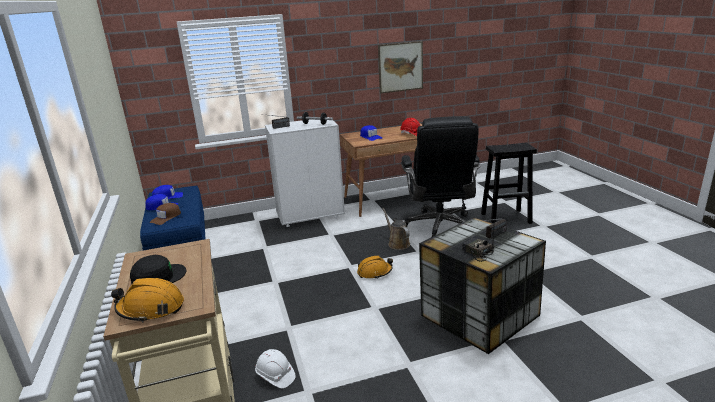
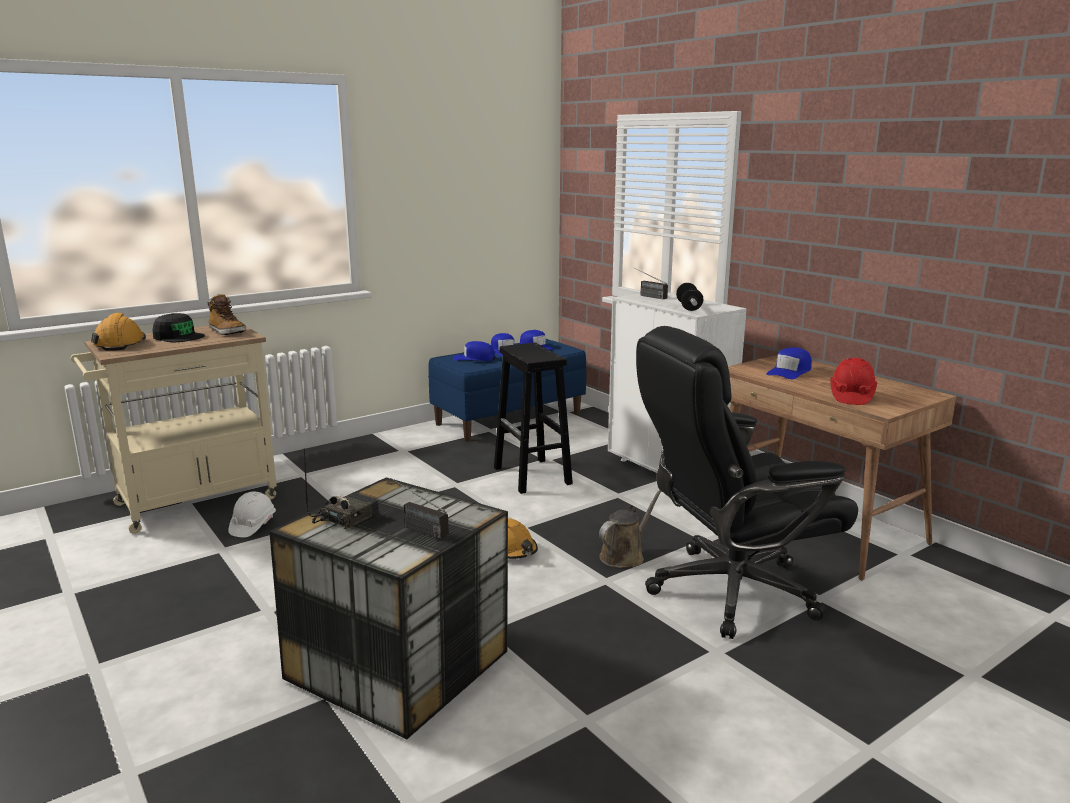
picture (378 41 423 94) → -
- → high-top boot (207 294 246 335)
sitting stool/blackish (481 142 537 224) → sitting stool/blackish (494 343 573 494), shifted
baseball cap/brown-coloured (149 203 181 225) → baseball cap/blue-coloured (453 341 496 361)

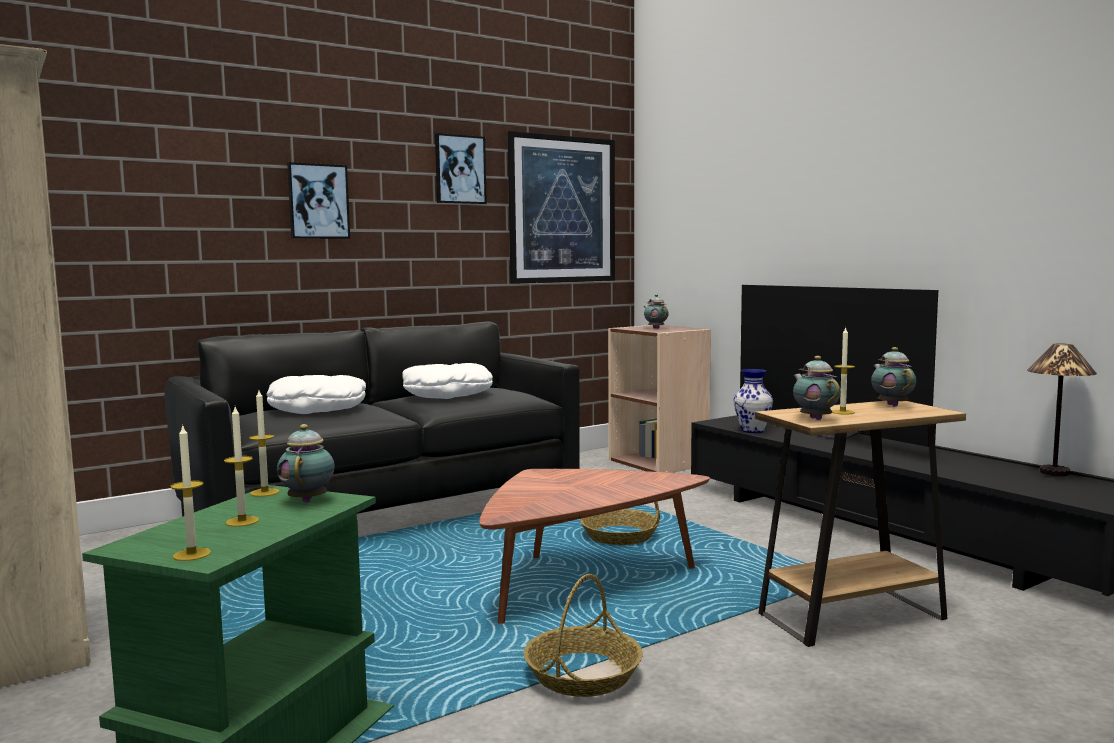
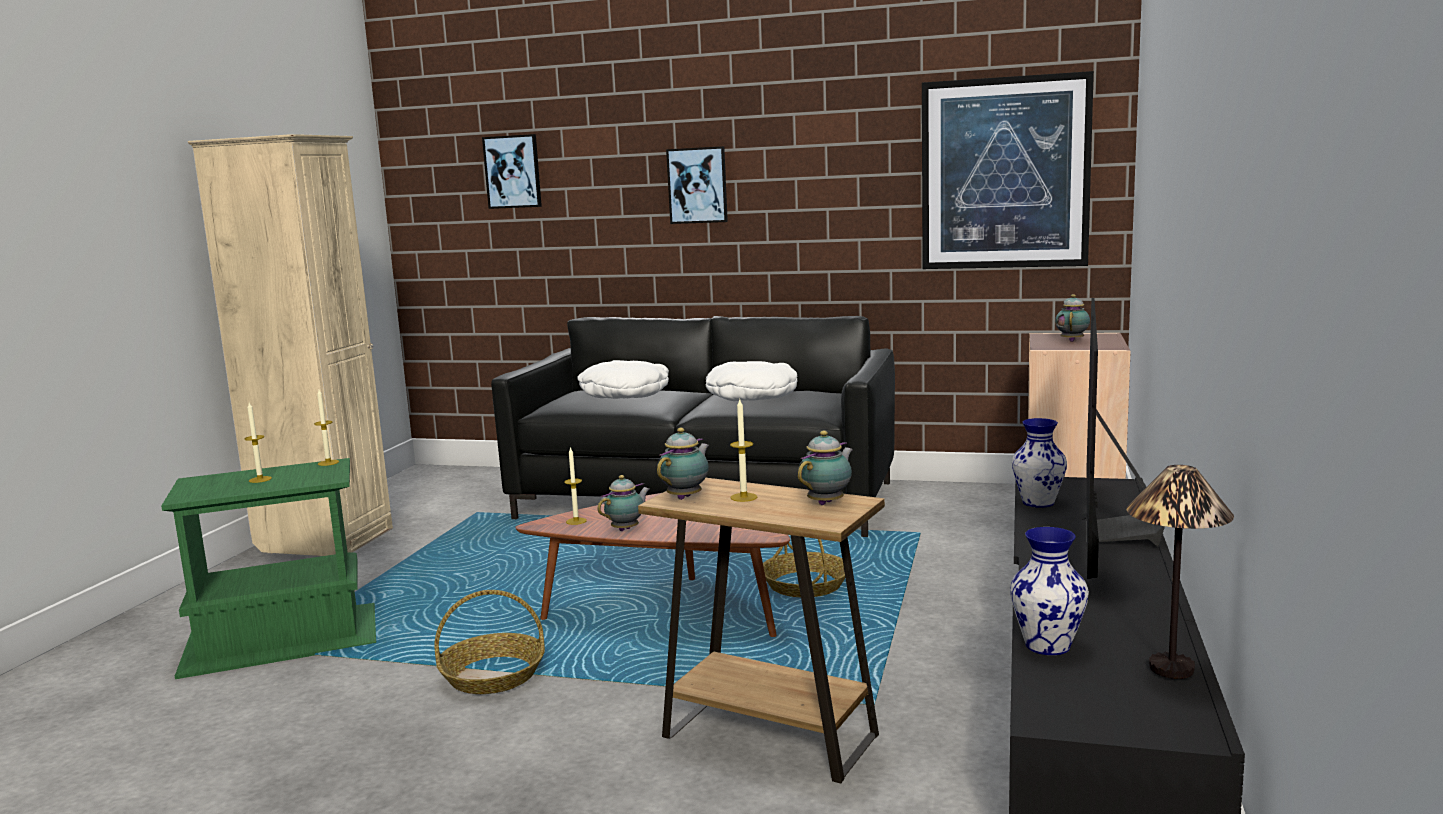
- → decorative vase (1010 527 1089 655)
candle (170 424 211 561) → candle (564 447 587 525), shifted
tea pot (277 424 335 503) → tea pot (598 475 650 531), shifted
picture (435 133 487 204) → picture (482 134 542 209), shifted

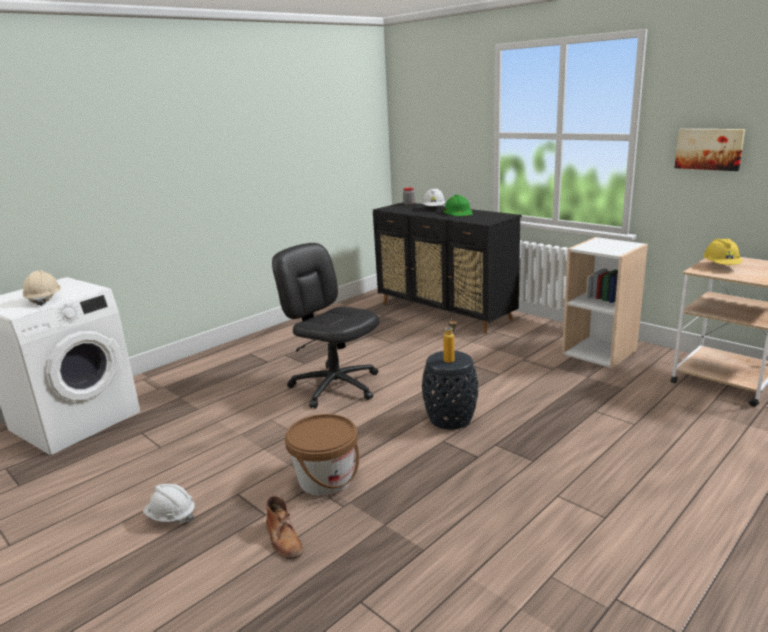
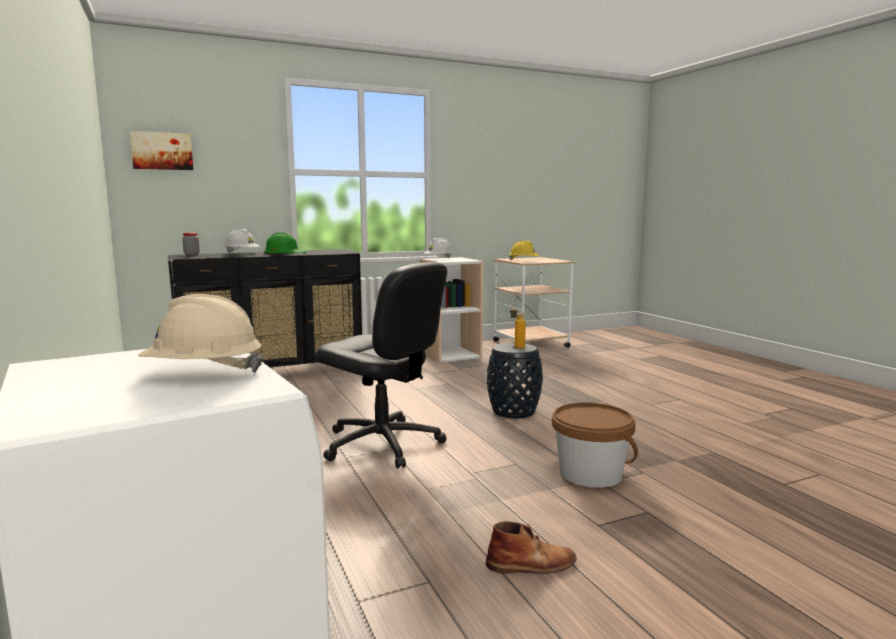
hard hat/white (143 484 195 523) → hard hat/white (424 238 452 258), shifted
high-top boot/brown-coloured (266 496 303 559) → high-top boot/brown-coloured (486 521 577 574), shifted
picture (675 129 745 171) → picture (130 131 193 170), shifted
desk chair/blackish (272 243 380 409) → desk chair/blackish (315 262 447 468), 120 degrees counterclockwise

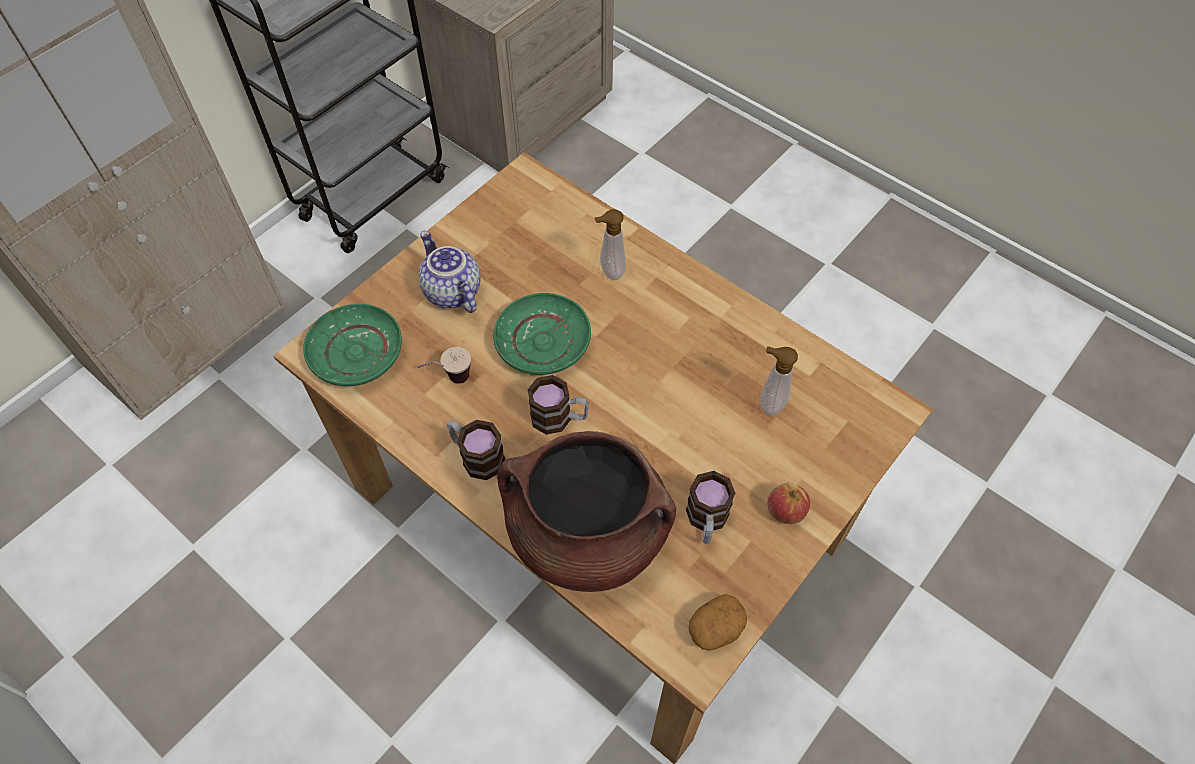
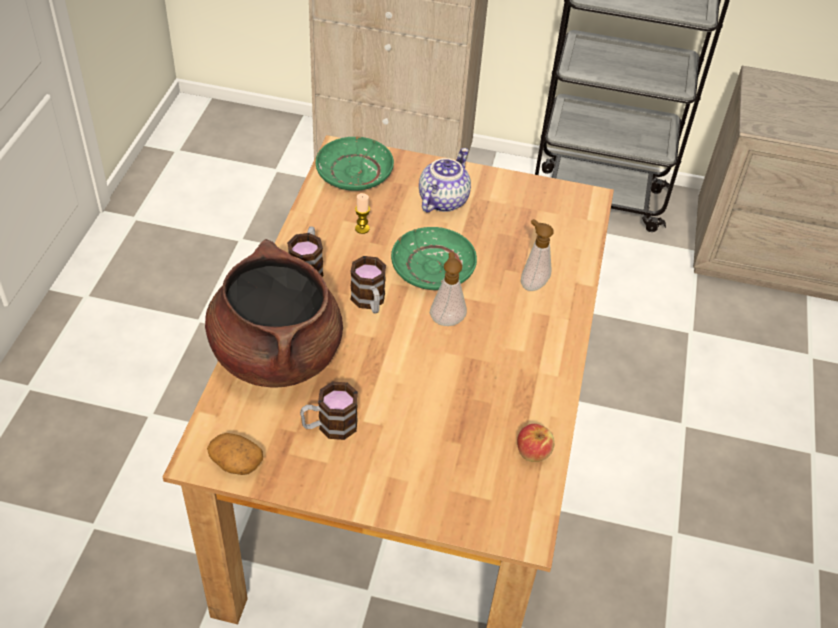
soap dispenser (760 346 798 416) → soap dispenser (430 252 467 326), shifted
apple (767 483 810 524) → apple (517 424 554 462), shifted
small cup (417 347 471 384) → candle (355 193 370 234)

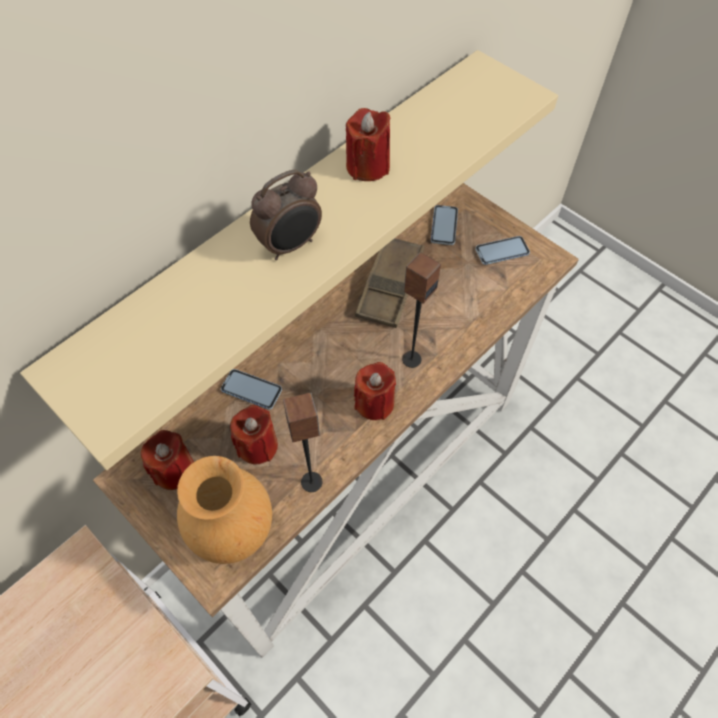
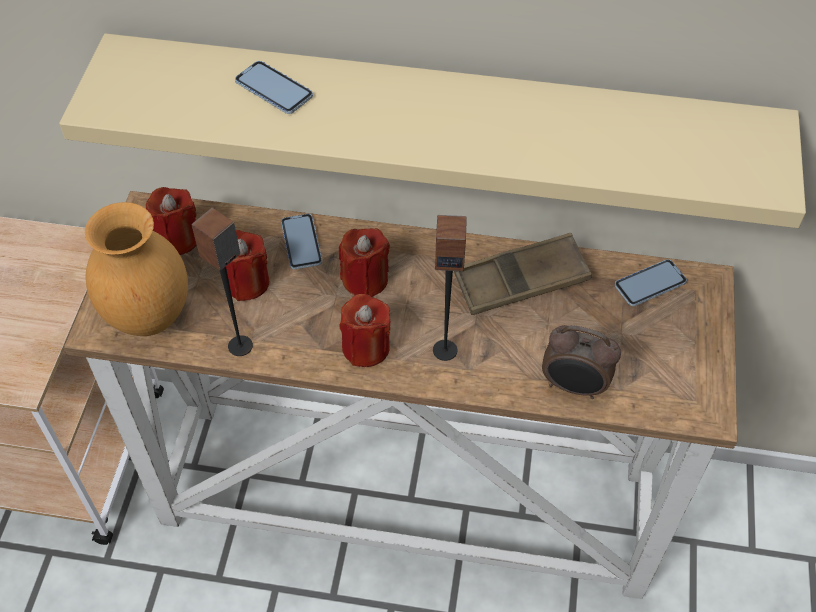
bedside clock (250 169 322 260) → bedside clock (542 325 621 399), shifted
candle/red (346 108 390 181) → candle/red (339 228 390 297), shifted
telephone (475 236 530 265) → telephone (235 61 313 114), shifted

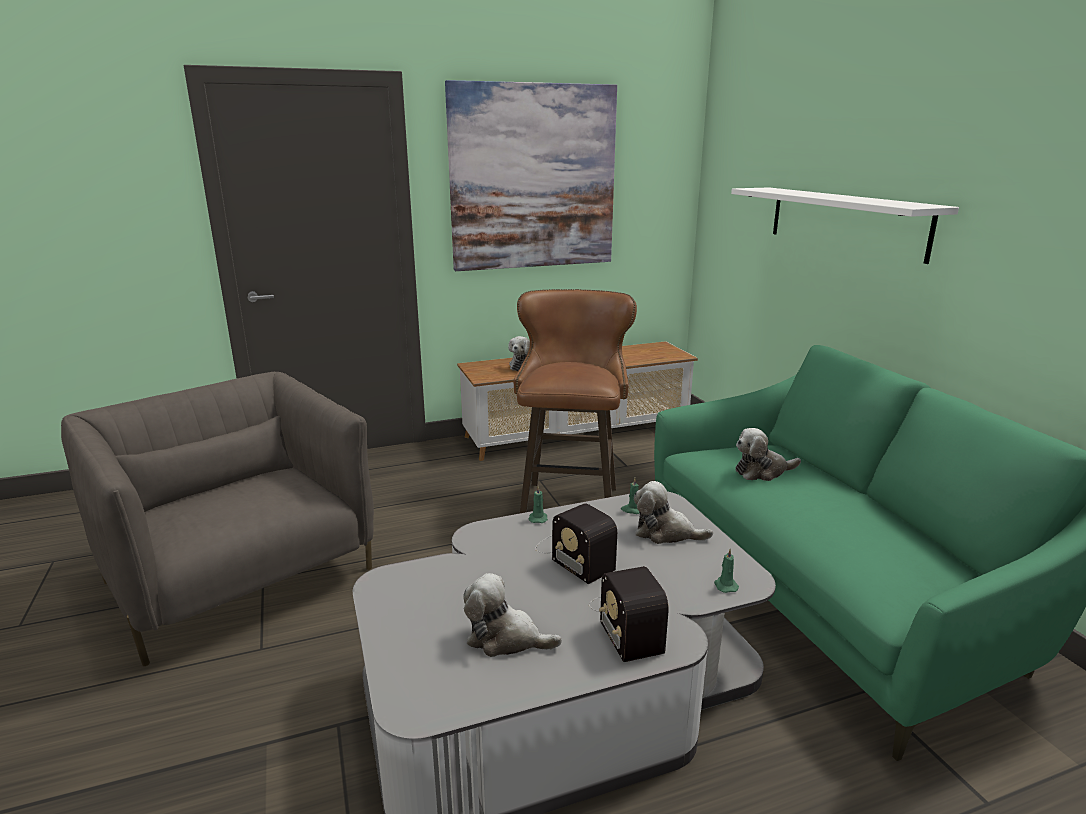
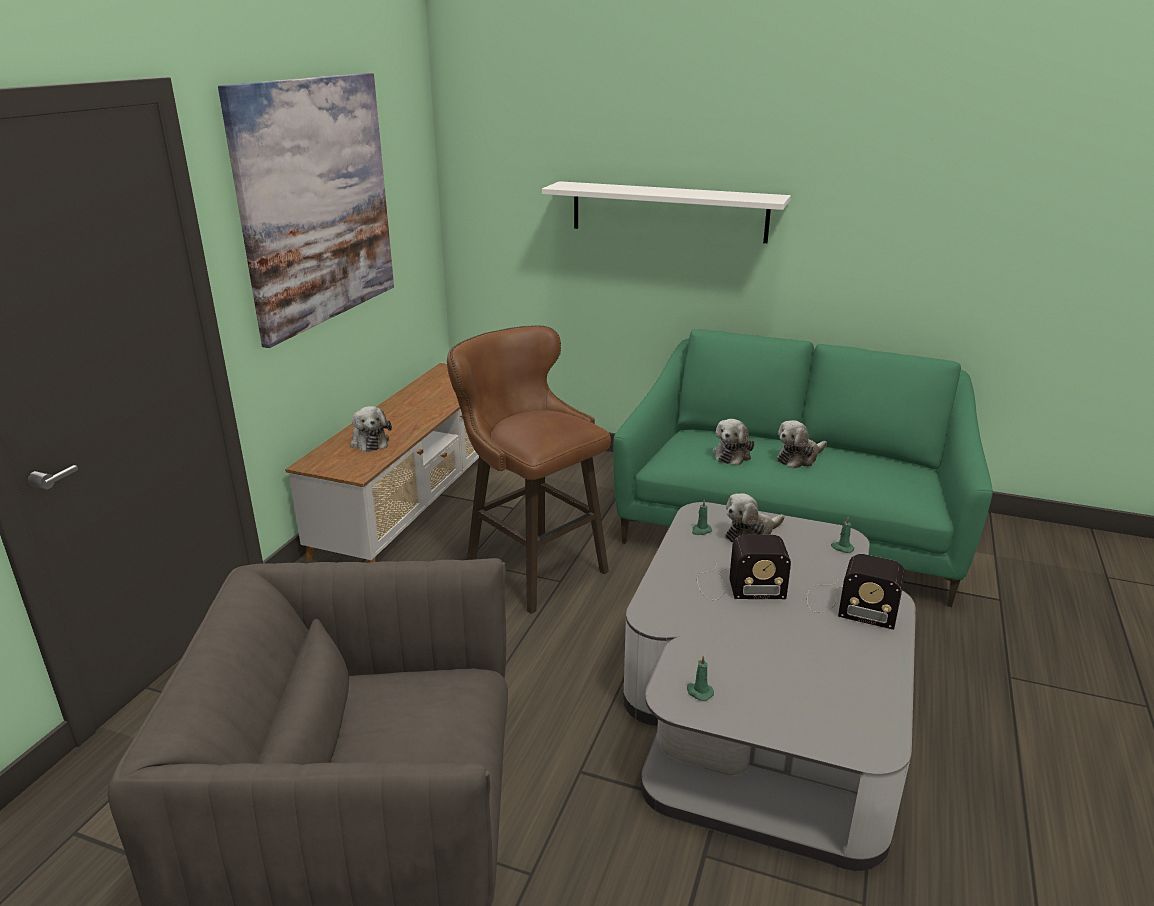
cuddly toy (463 573 562 657) → cuddly toy (777 420 827 469), shifted
candle/greenish (529 486 548 523) → candle/greenish (687 655 714 701), shifted

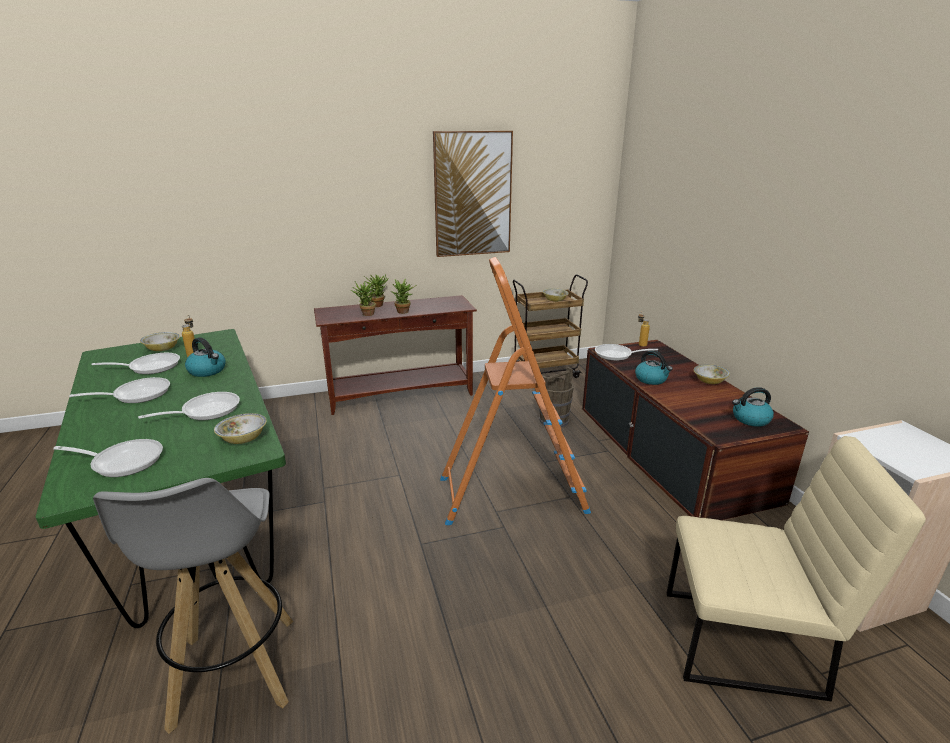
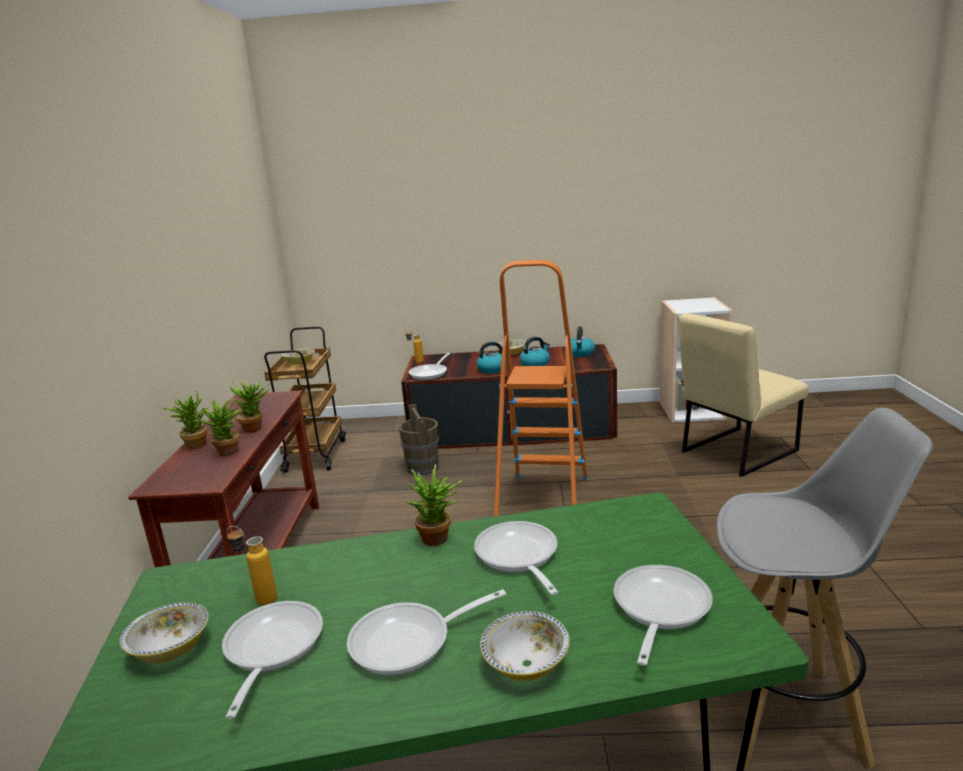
picture (433 131 513 257) → -
- → plant in a pot (405 464 463 546)
kettle (185 337 226 377) → kettle (520 337 550 366), shifted
bowl (214 413 267 444) → bowl (480 611 570 681), shifted
frying pan (69 377 170 403) → frying pan (347 589 506 675), 105 degrees counterclockwise
chair/beige (667 436 926 701) → chair/beige (678 313 809 477), 150 degrees counterclockwise

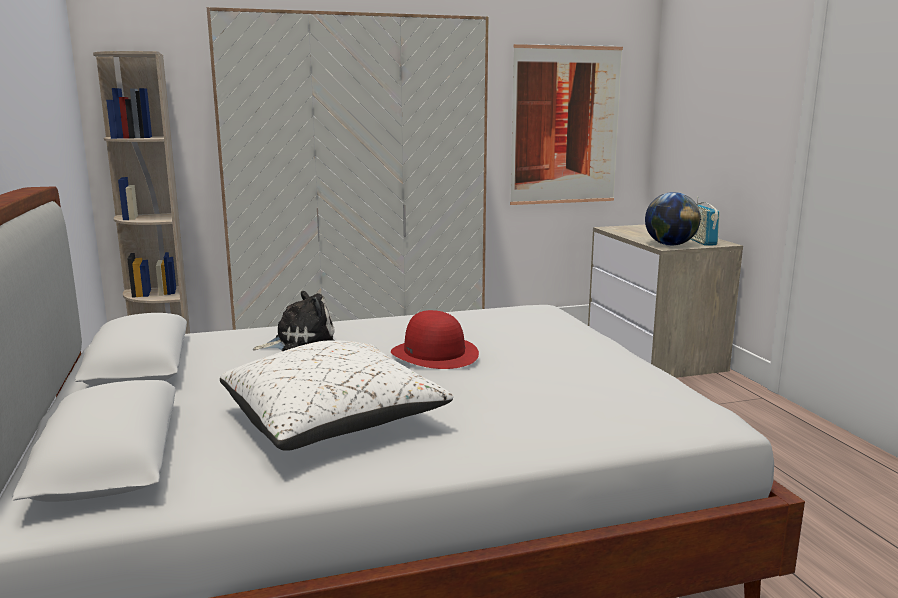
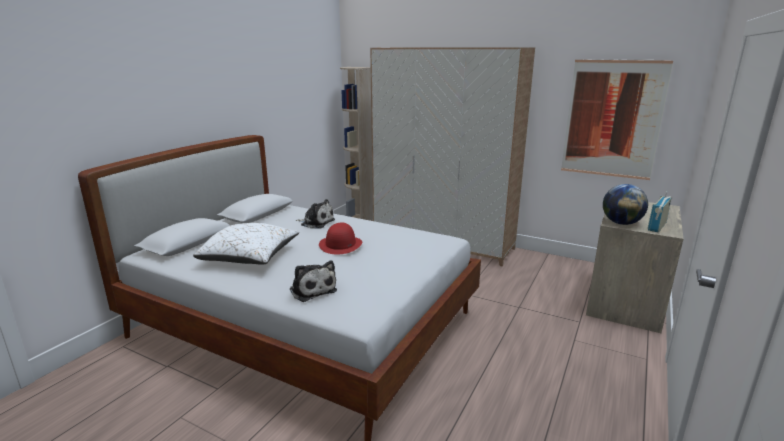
- → cuddly toy (289 260 337 302)

